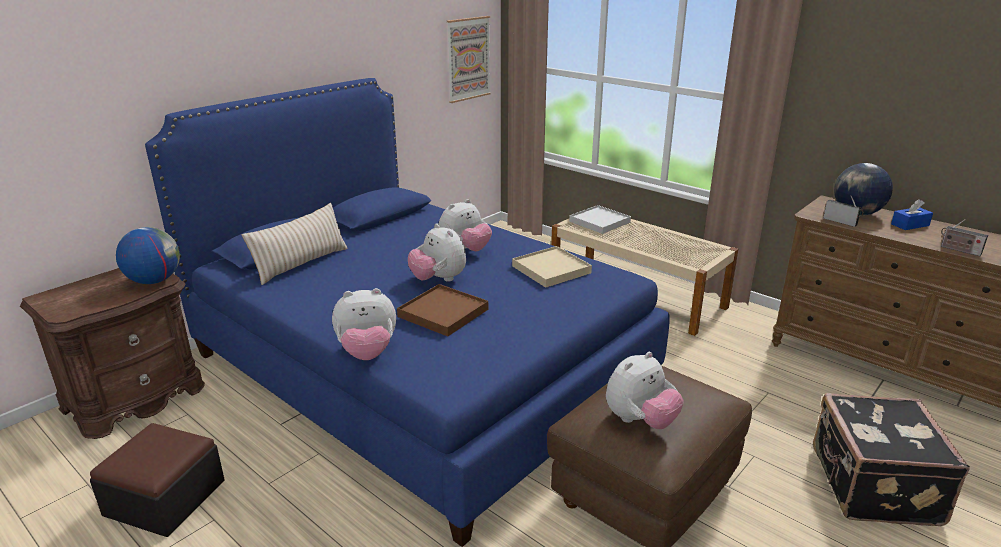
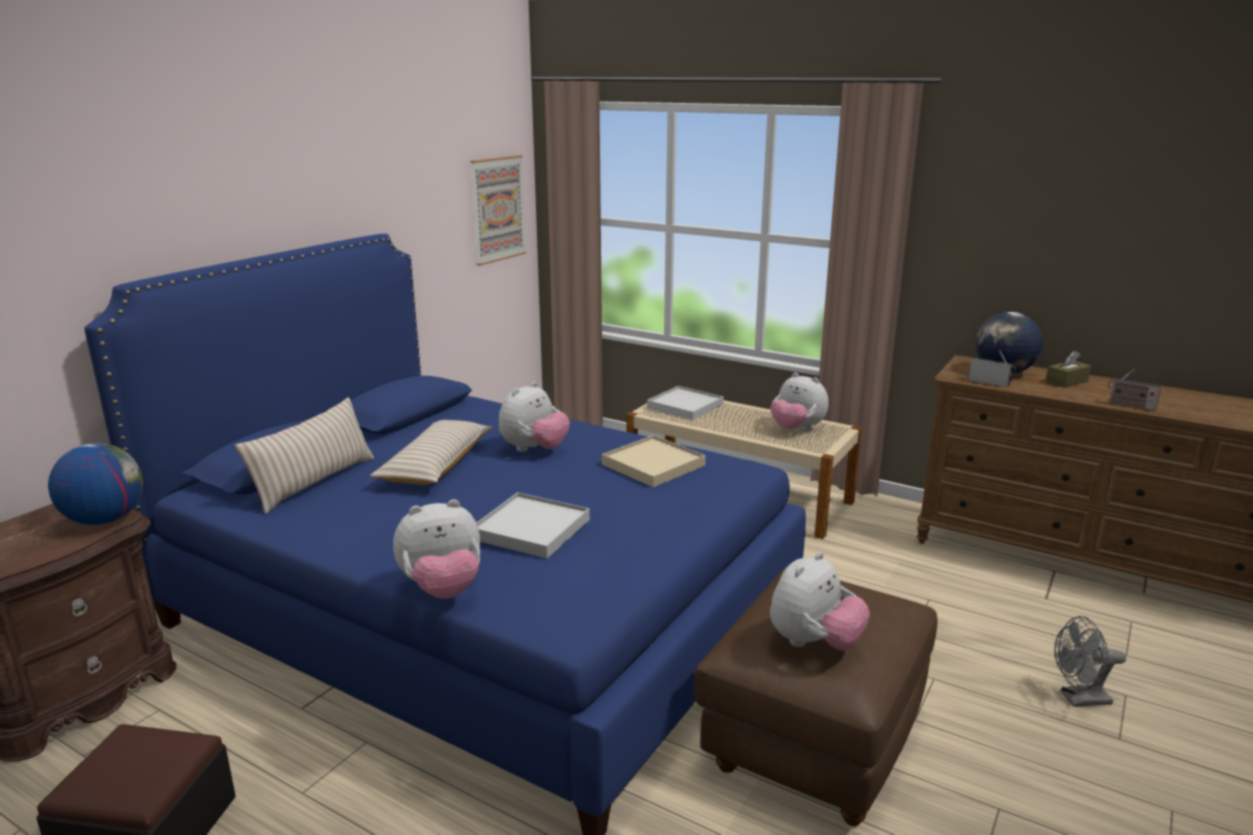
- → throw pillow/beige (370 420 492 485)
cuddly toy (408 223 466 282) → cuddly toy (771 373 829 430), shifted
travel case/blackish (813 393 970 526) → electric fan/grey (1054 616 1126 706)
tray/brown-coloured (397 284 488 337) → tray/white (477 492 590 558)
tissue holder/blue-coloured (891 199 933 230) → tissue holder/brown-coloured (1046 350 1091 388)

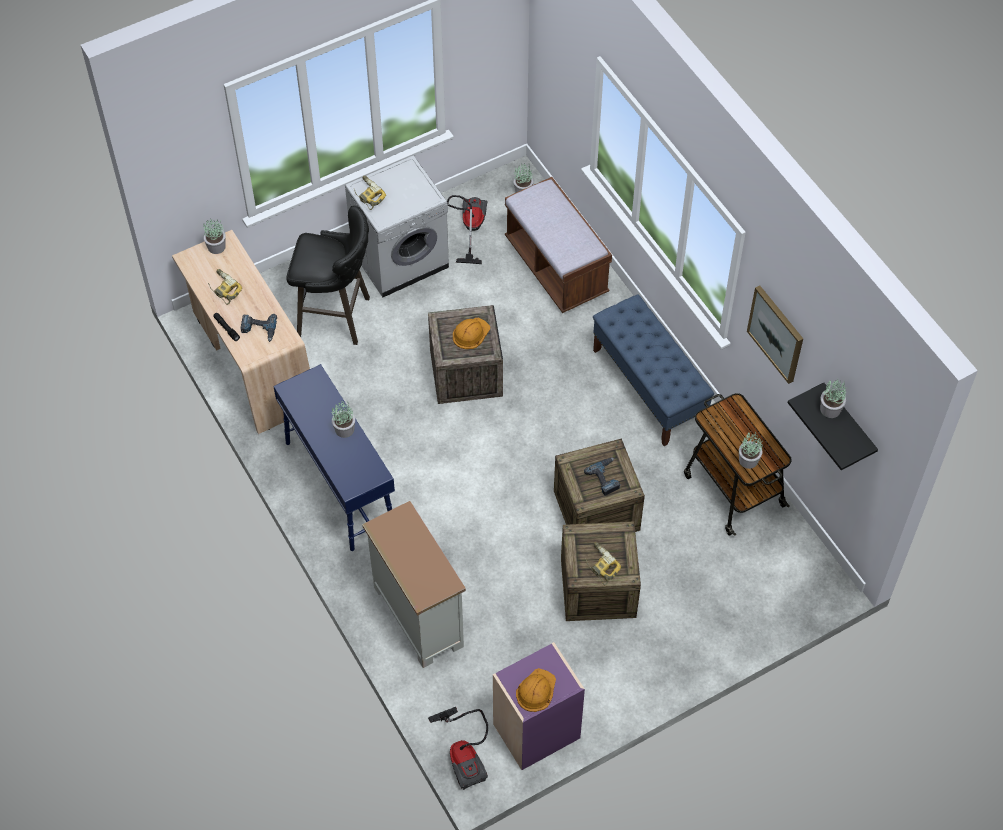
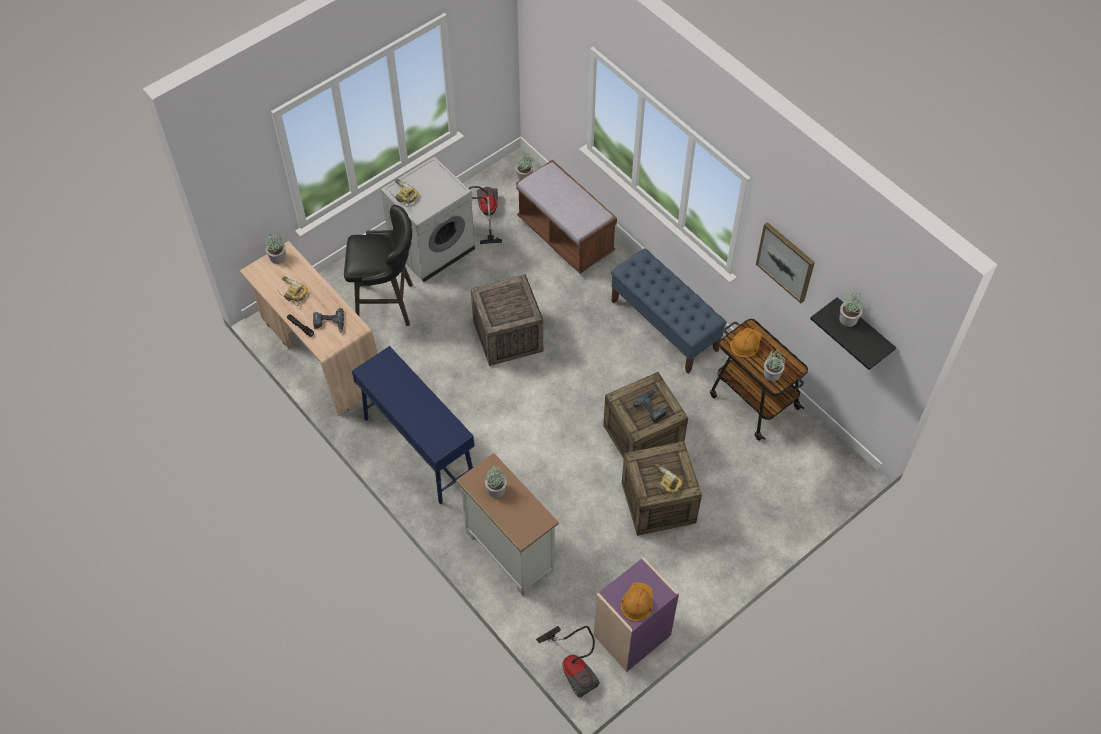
plant in a pot (332 400 355 438) → plant in a pot (485 466 507 498), shifted
hard hat/orange (453 318 490 349) → hard hat/orange (730 328 762 358), shifted

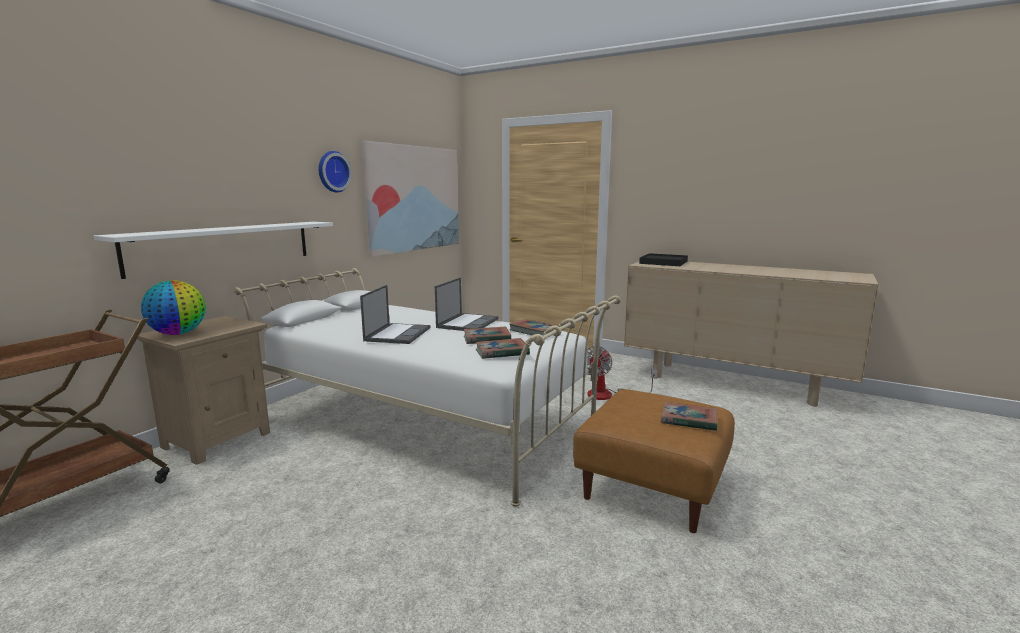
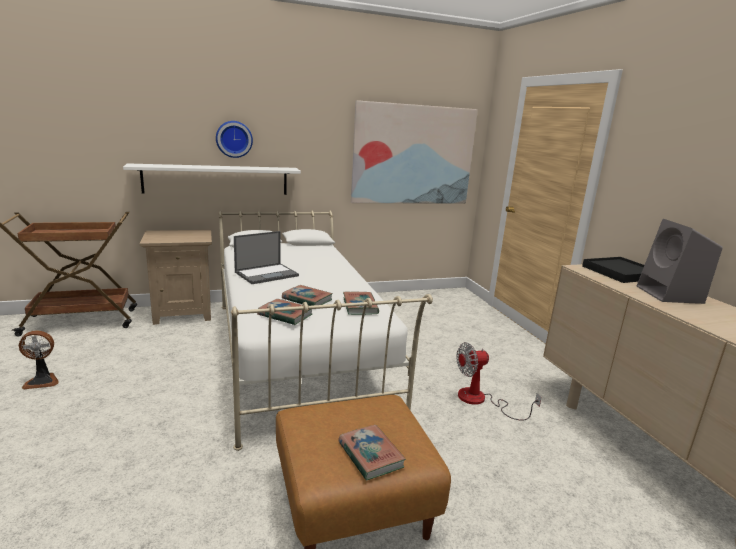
globe (141 280 206 335) → -
portable computer (435 277 499 331) → -
- → electric fan (19 330 59 390)
- → loudspeaker/grey (637 219 723 304)
clock on the wall (319 151 352 193) → clock on the wall (216 121 253 158), shifted

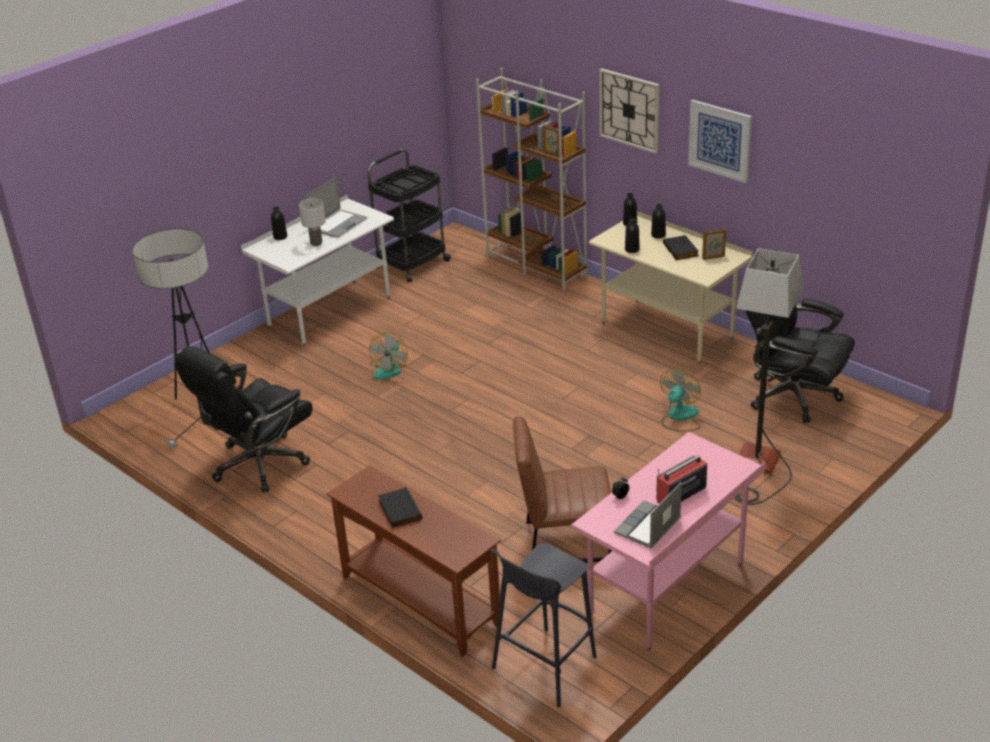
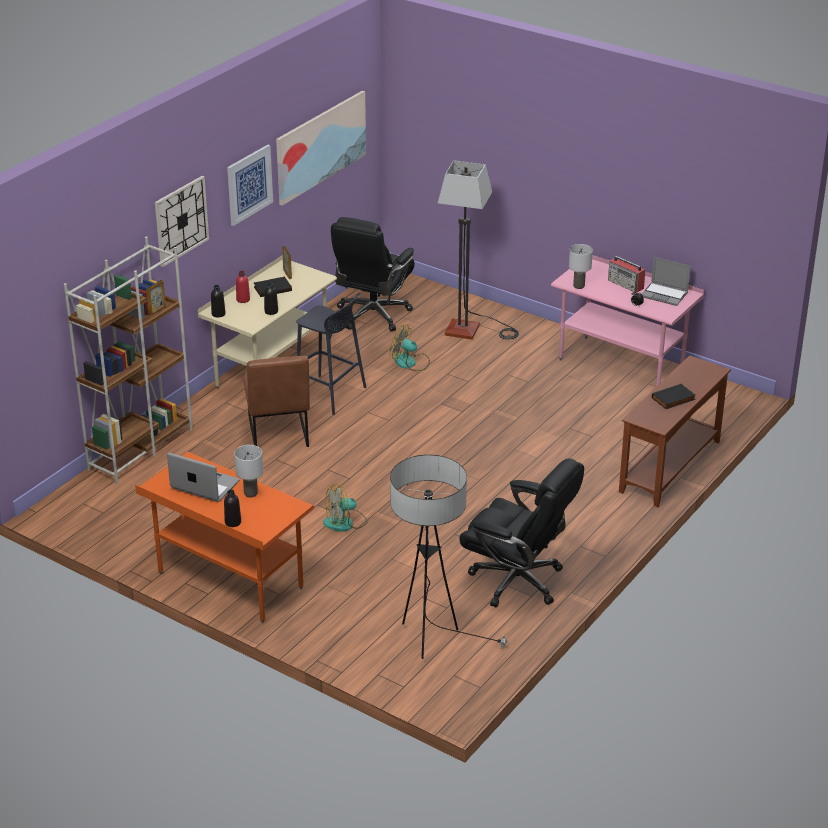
cart/blackish (367 149 451 283) → -
- → picture (276 91 366 205)
- → lamp for a table/white (569 244 593 289)
sitting stool/grey (491 543 597 707) → sitting stool/grey (296 293 366 415), shifted
chair/brown-coloured (513 416 612 563) → chair/brown-coloured (243 356 310 447), shifted
desk/white (241 194 394 346) → desk/orange (135 452 314 623)
beverage bottle/blackish (651 204 666 238) → beverage bottle/red (236 271 250 303)
electric fan (369 332 408 379) → electric fan (323 483 367 532), 150 degrees clockwise

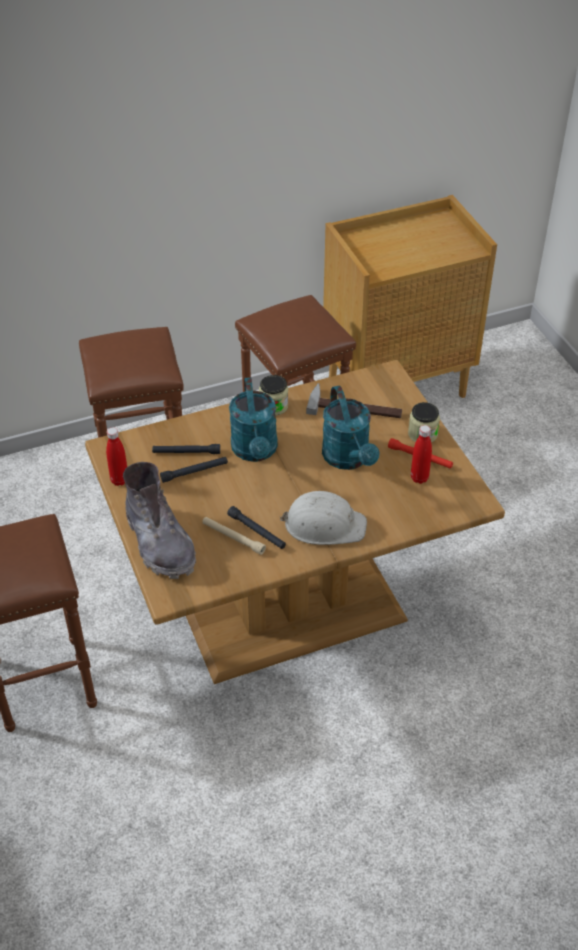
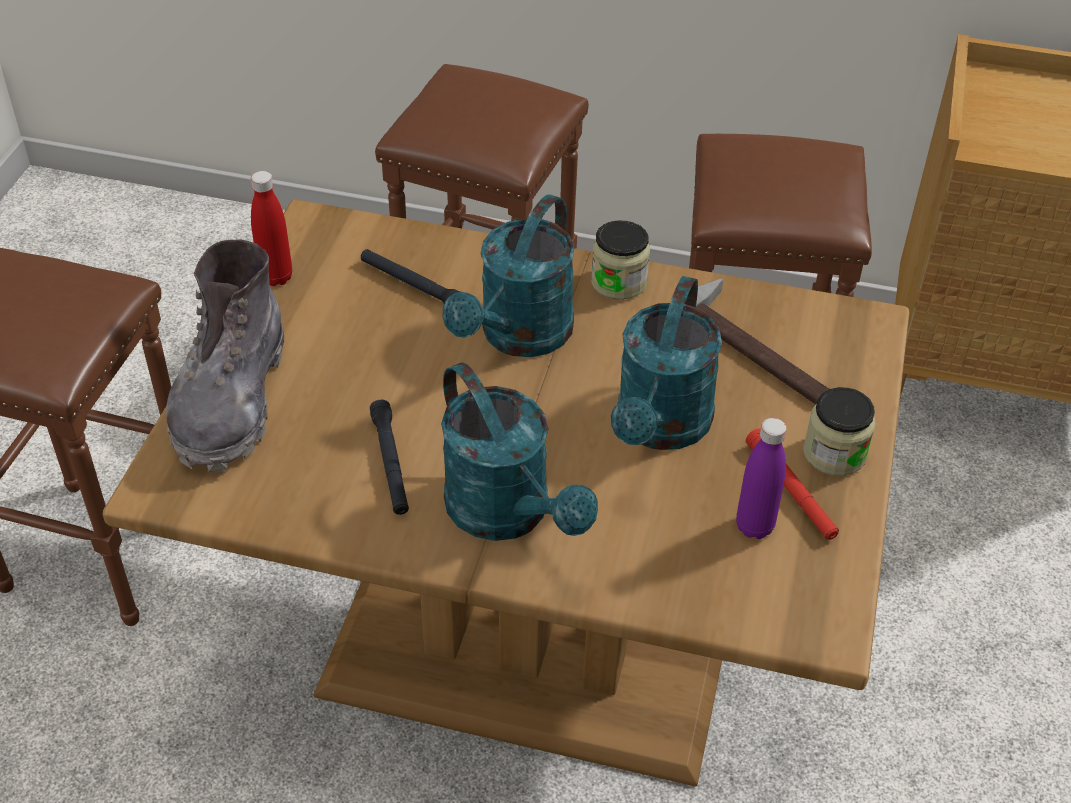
torch/blackish (160 457 228 483) → -
torch/beige (202 517 266 555) → -
hard hat/white (280 491 367 545) → sprinkling can/turquoise-coloured (441 362 598 541)
beverage bottle/red (411 425 432 484) → beverage bottle/purple (736 418 786 539)

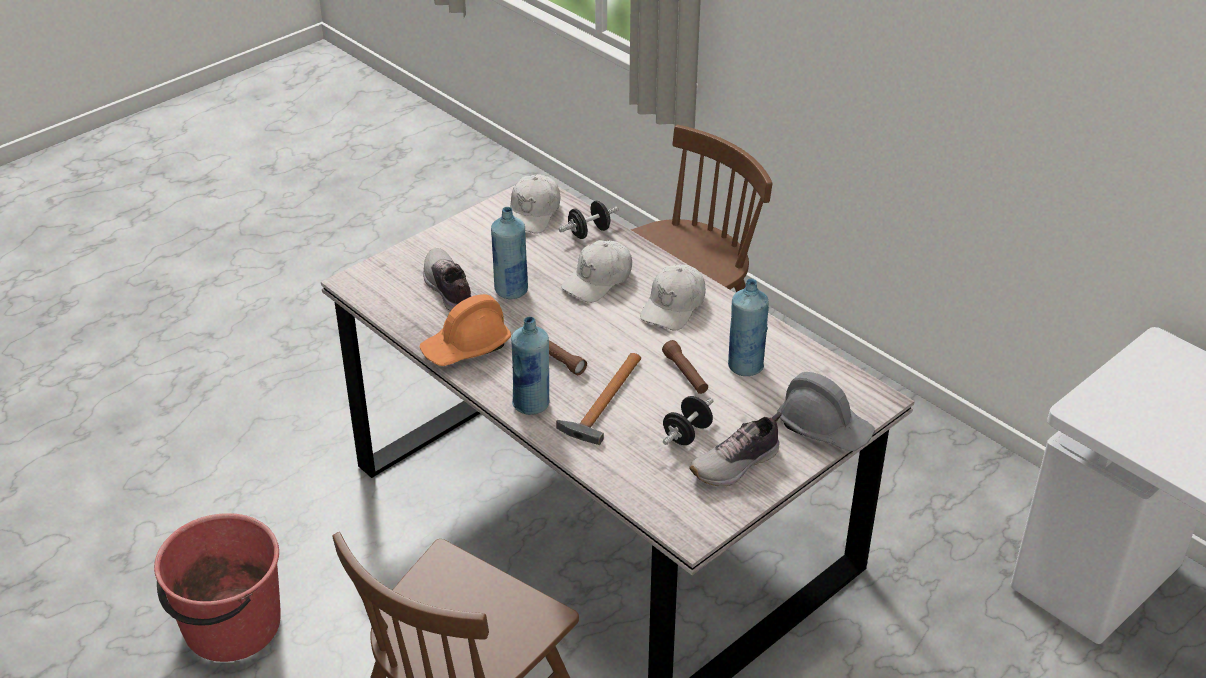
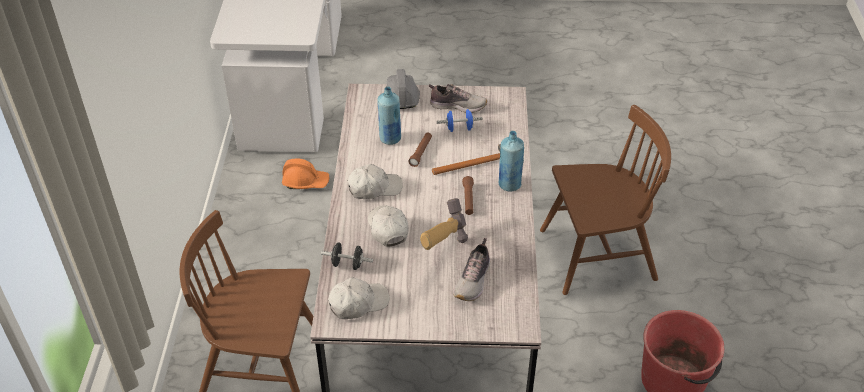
hard hat/orange (419 294 511 366) → hard hat/orange (282 159 329 189), shifted
beverage bottle/blue-coloured (491 207 528 299) → tool hammer (420 198 468 250)
free weight/blackish (663 396 714 445) → free weight/blue-coloured (437 109 483 132)
baseball cap/white (561 240 632 303) → baseball cap/white (368 205 409 247), 105 degrees counterclockwise

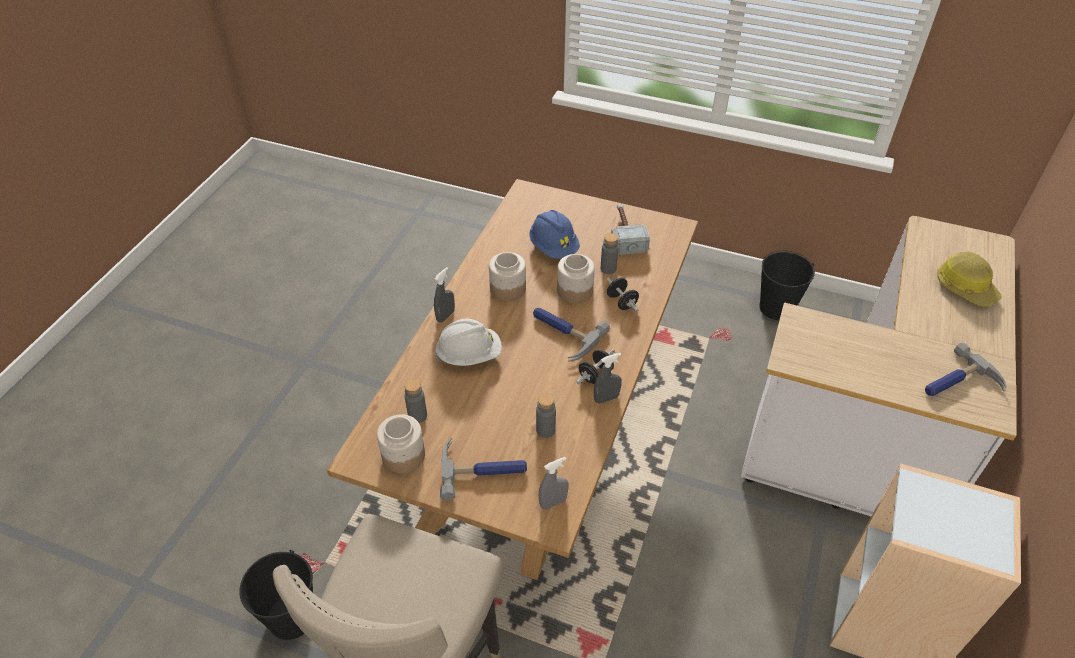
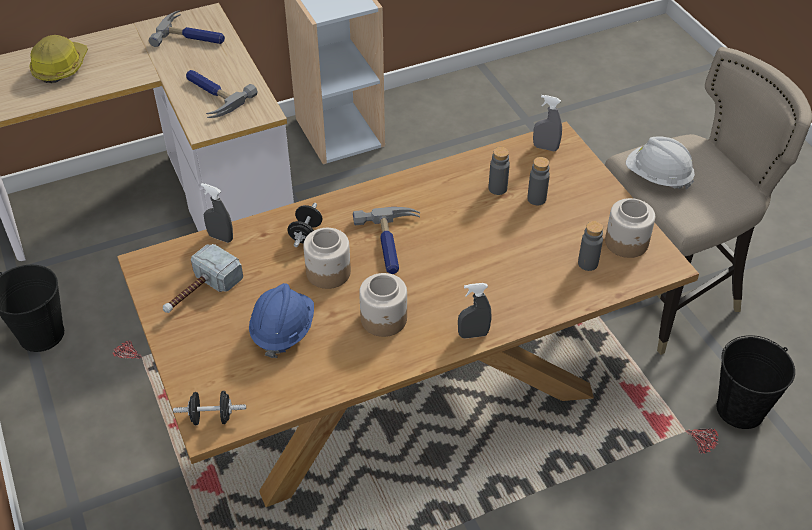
hard hat/white (435 318 502 366) → hard hat/white (626 136 695 189), shifted
tool hammer (440 438 527 501) → tool hammer (186 70 258 118), shifted
free weight/blackish (576 349 615 384) → free weight/blackish (173 391 246 425), shifted
sprayer/grey (594 353 622 404) → sprayer/grey (201 183 233 243), shifted
beverage bottle/grey (601 233 618 274) → beverage bottle/grey (527 157 550 205), shifted

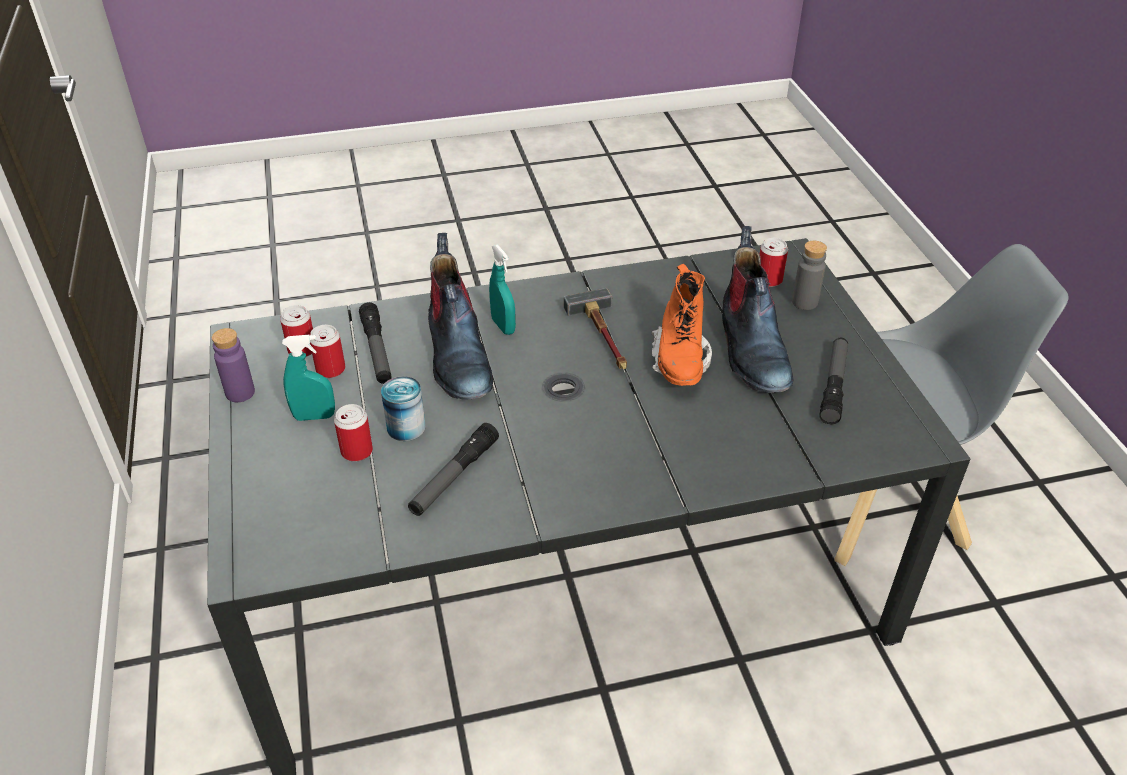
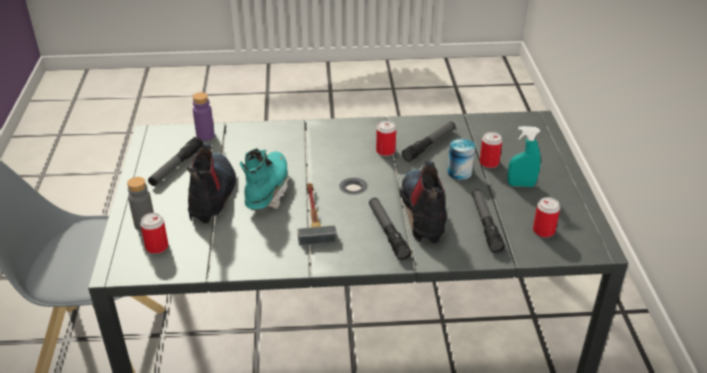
beverage bottle/purple (212 328 255 402) → beverage bottle/purple (193 92 215 141), shifted
metal can (310 325 345 378) → metal can (376 120 396 156), shifted
sprayer/turquoise-coloured (489 244 516 335) → torch (369 198 411 260)
high-top boot/orange (651 264 712 386) → high-top boot/turquoise-coloured (240 148 291 209)

